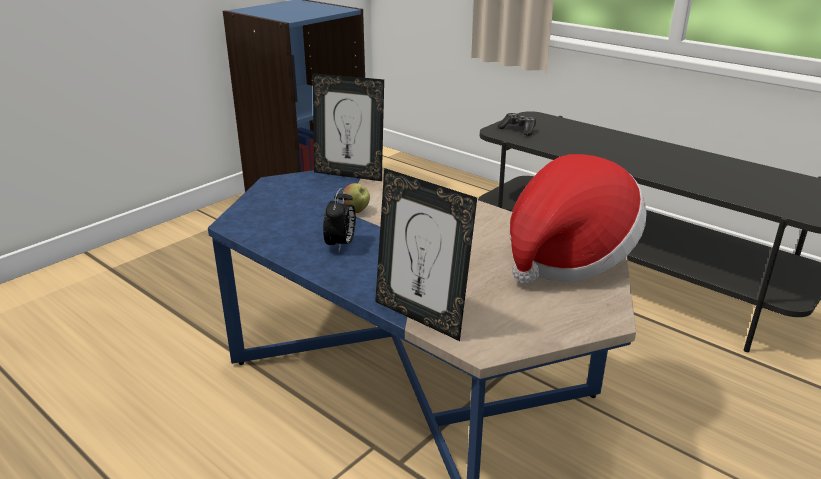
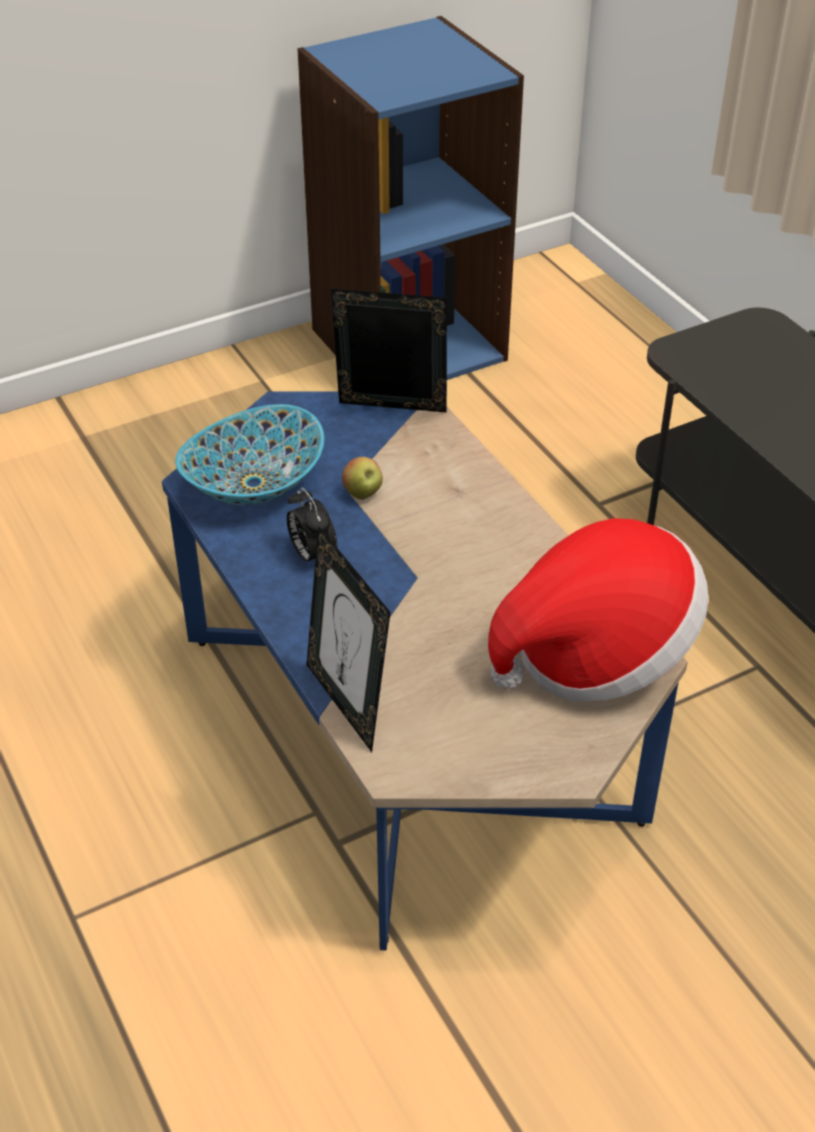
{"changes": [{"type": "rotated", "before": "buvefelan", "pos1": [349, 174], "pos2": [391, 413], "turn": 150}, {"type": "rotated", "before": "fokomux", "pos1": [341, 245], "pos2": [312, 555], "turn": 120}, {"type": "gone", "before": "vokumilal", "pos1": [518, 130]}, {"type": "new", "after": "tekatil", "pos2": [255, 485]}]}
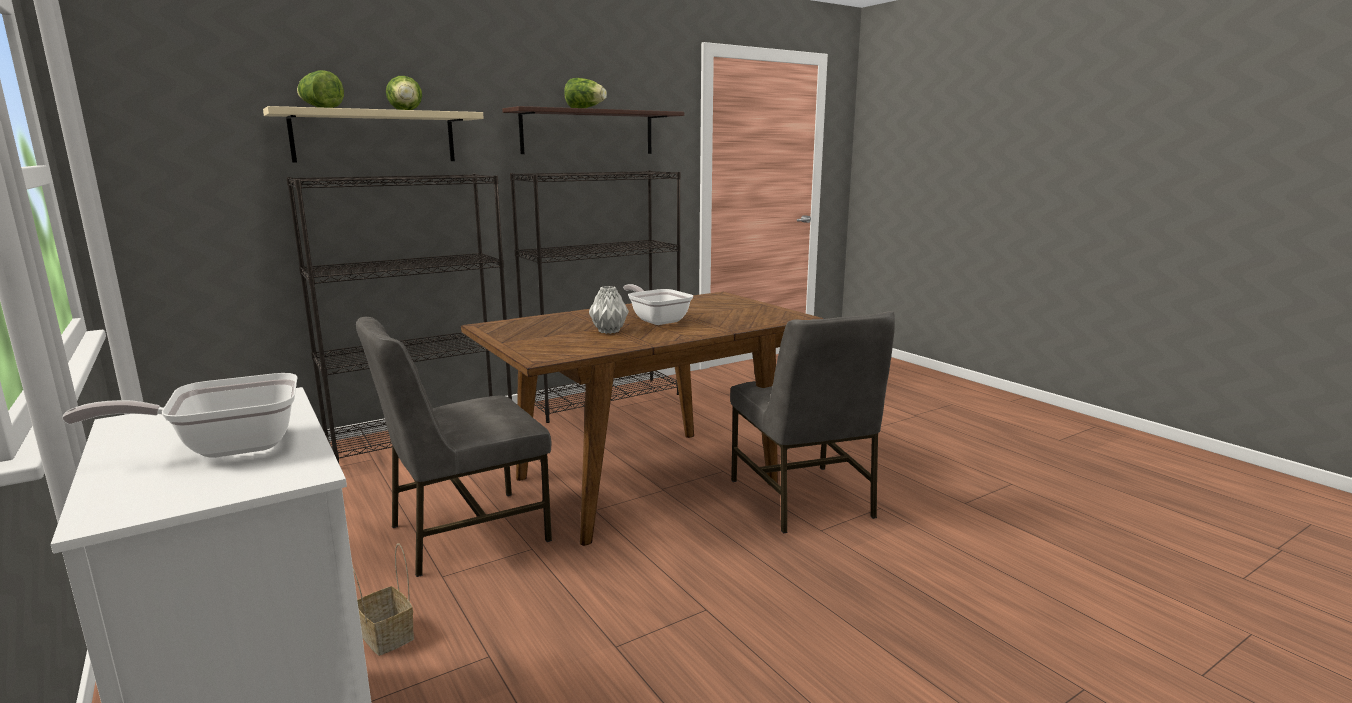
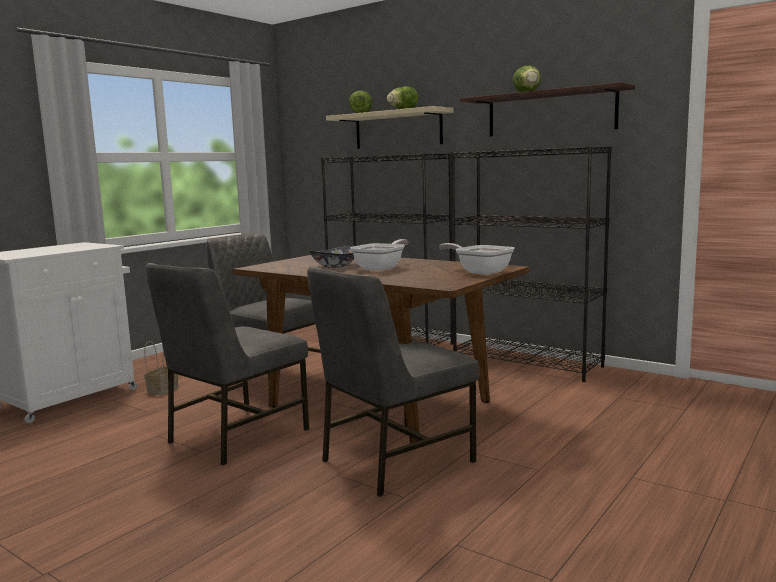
{"changes": [{"type": "shifted", "before": "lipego", "pos1": [226, 447], "pos2": [480, 272]}, {"type": "swapped", "before": "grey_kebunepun", "after": "tekatil", "pos1": [608, 331], "pos2": [335, 266]}, {"type": "new", "after": "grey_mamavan", "pos2": [235, 436]}]}
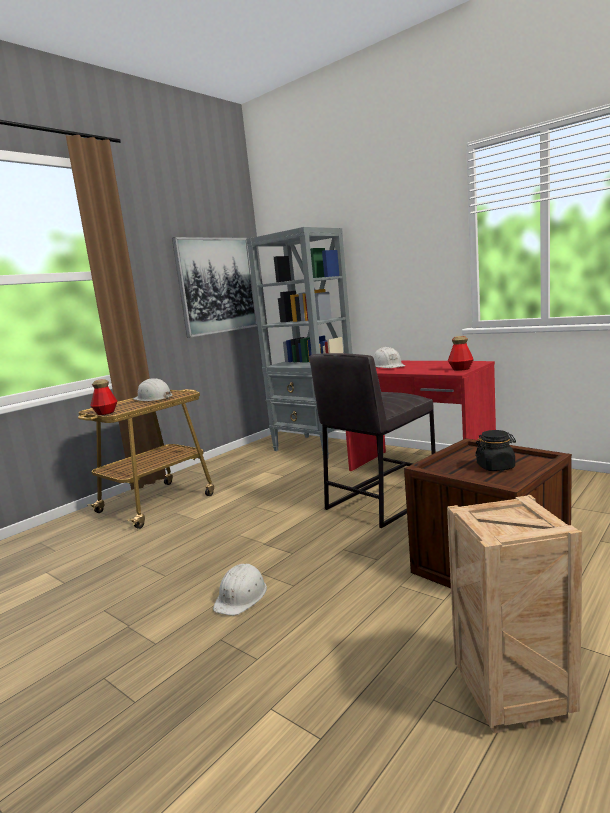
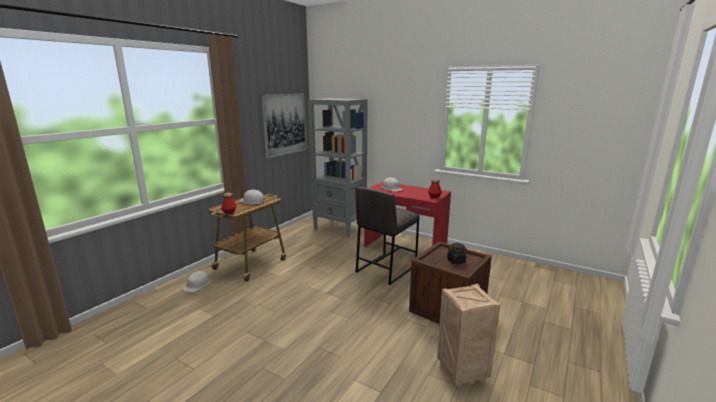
{"changes": [{"type": "shifted", "before": "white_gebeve", "pos1": [241, 596], "pos2": [197, 285]}]}
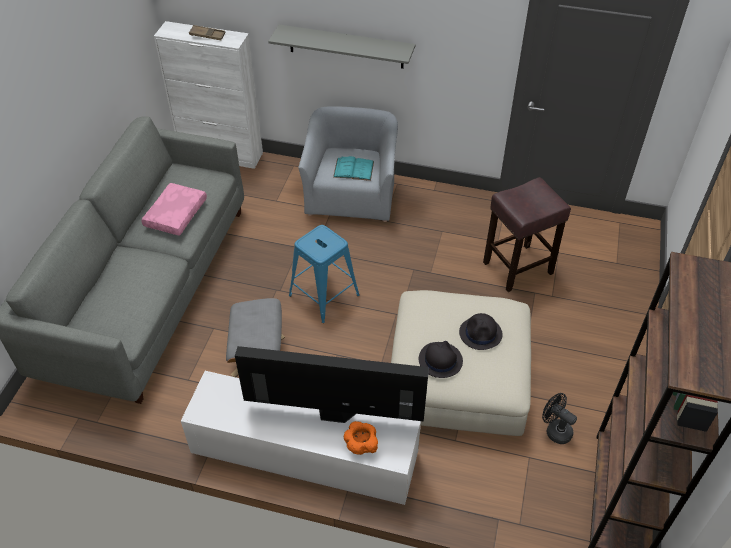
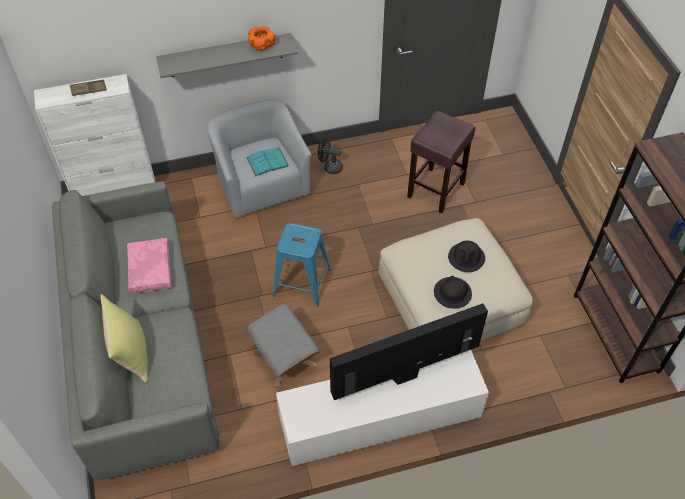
{"changes": [{"type": "shifted", "before": "orange_tekatil", "pos1": [361, 446], "pos2": [261, 46]}, {"type": "shifted", "before": "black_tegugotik", "pos1": [555, 430], "pos2": [329, 167]}, {"type": "new", "after": "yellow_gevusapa", "pos2": [131, 353]}]}
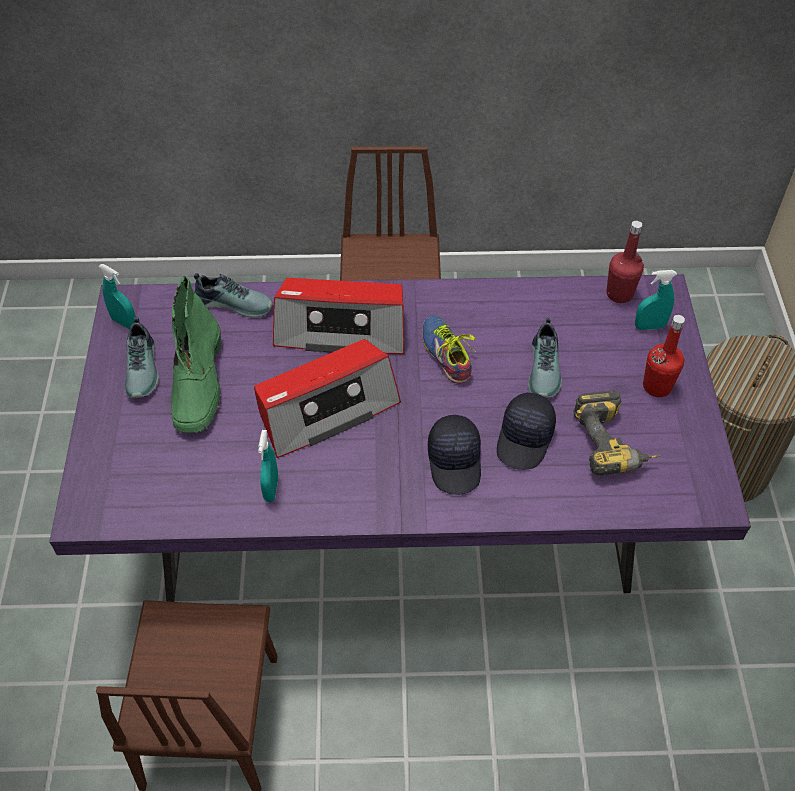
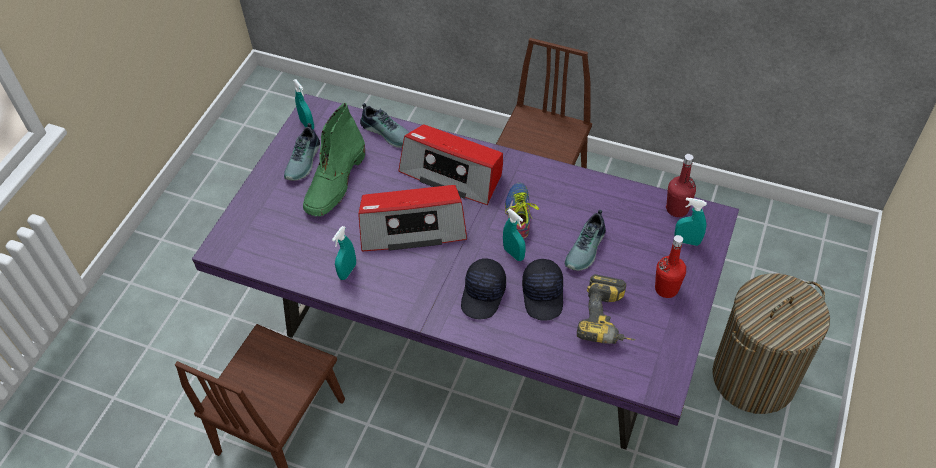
{"changes": [{"type": "rotated", "before": "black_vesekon", "pos1": [525, 439], "pos2": [544, 295], "turn": -45}, {"type": "new", "after": "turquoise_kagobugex", "pos2": [514, 254]}]}
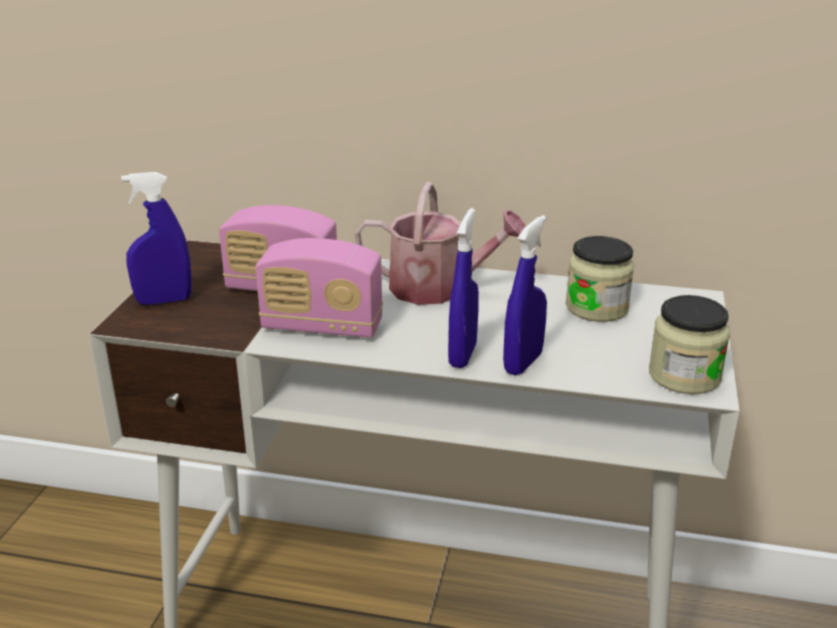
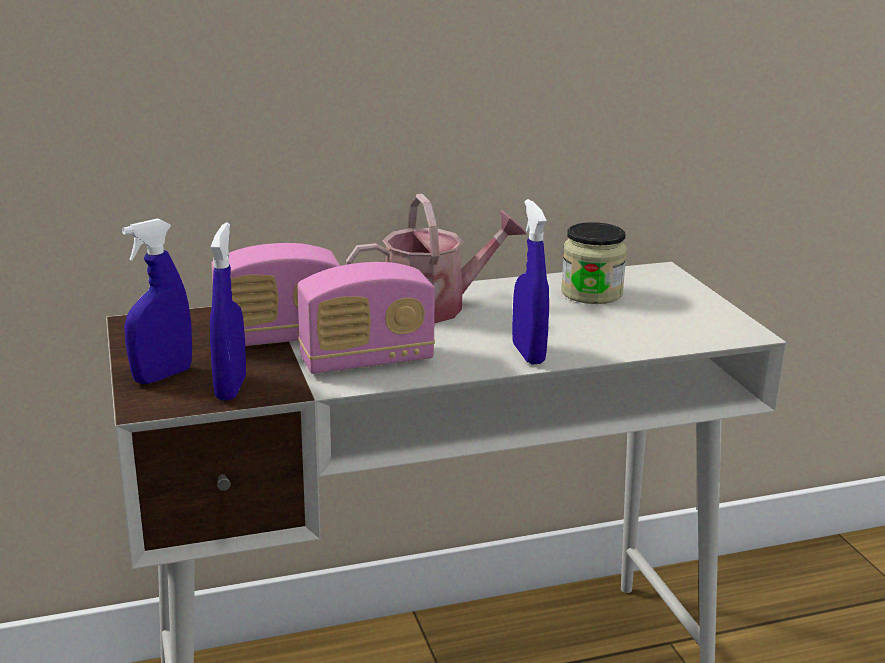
{"changes": [{"type": "shifted", "before": "blue_kagobugex", "pos1": [523, 363], "pos2": [231, 388]}, {"type": "gone", "before": "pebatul", "pos1": [684, 376]}]}
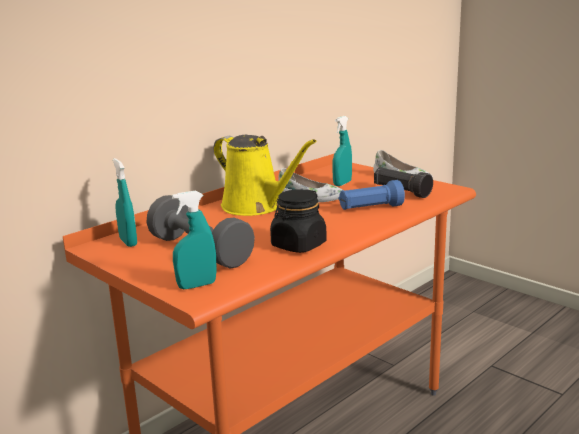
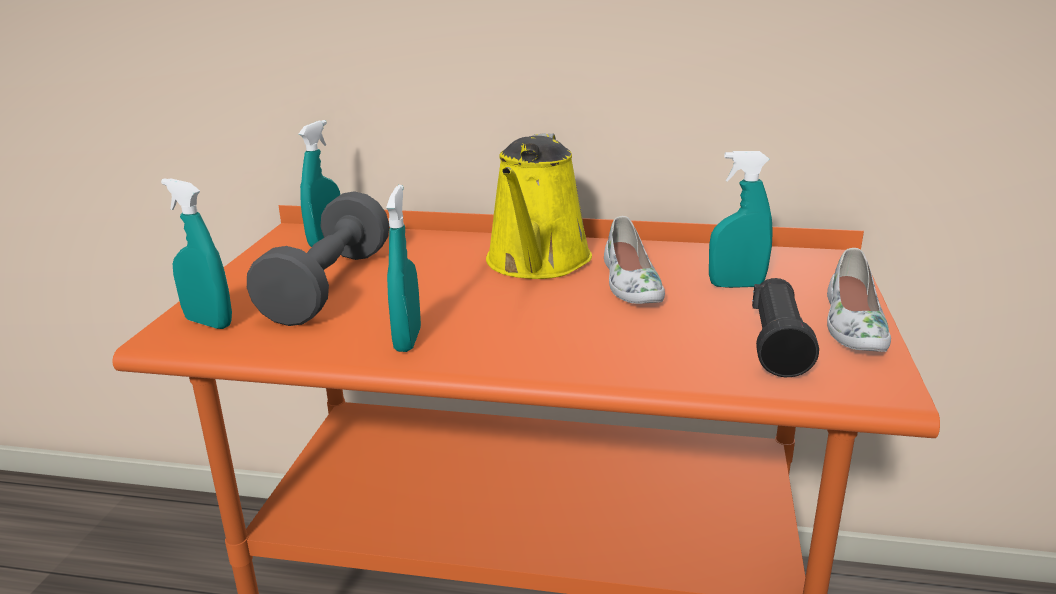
{"changes": [{"type": "swapped", "before": "black_pebatul", "after": "turquoise_kagobugex", "pos1": [298, 245], "pos2": [407, 340]}, {"type": "gone", "before": "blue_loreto", "pos1": [370, 208]}]}
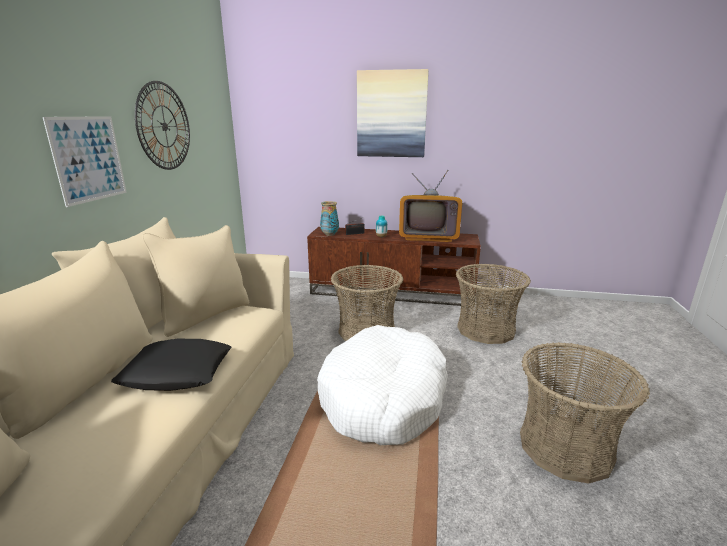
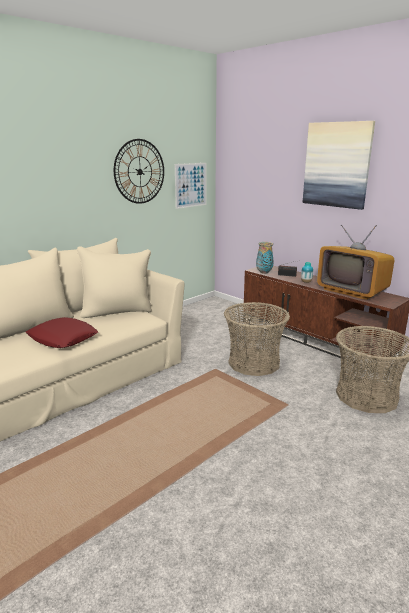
{"changes": [{"type": "shifted", "before": "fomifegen", "pos1": [89, 159], "pos2": [191, 185]}, {"type": "repainted", "before": "black_gevusapa", "after": "red_gevusapa", "pos1": [177, 372], "pos2": [62, 338]}, {"type": "gone", "before": "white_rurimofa", "pos1": [383, 398]}, {"type": "gone", "before": "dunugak", "pos1": [565, 447]}]}
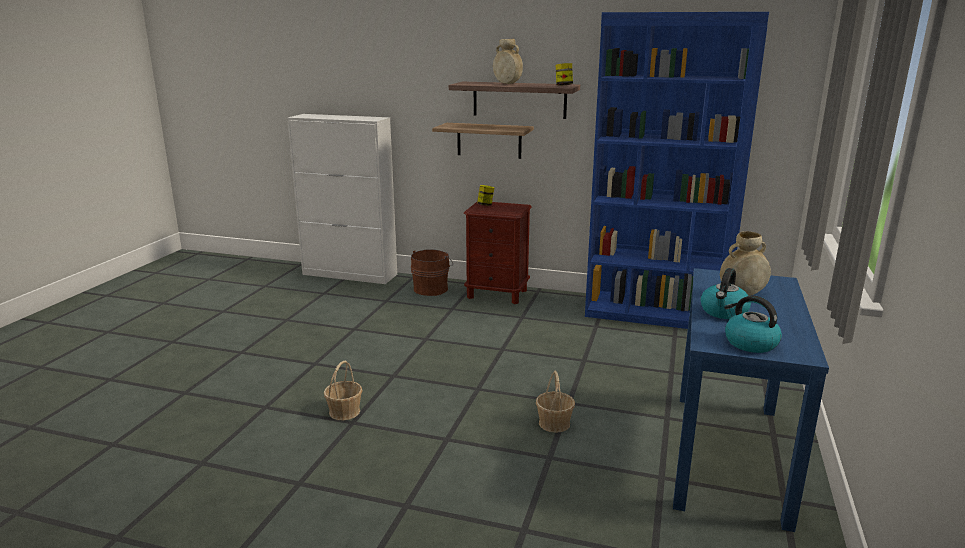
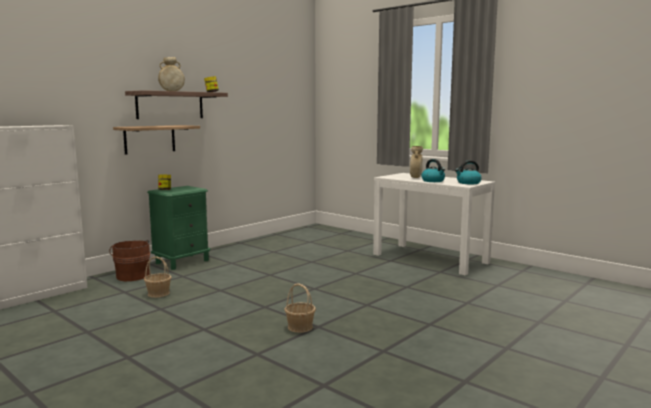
{"changes": [{"type": "repainted", "before": "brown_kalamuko", "after": "green_kalamuko", "pos1": [497, 294], "pos2": [182, 262]}, {"type": "shifted", "before": "dunugak", "pos1": [554, 423], "pos2": [158, 293]}, {"type": "gone", "before": "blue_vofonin", "pos1": [655, 314]}, {"type": "repainted", "before": "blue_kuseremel", "after": "white_kuseremel", "pos1": [729, 454], "pos2": [430, 258]}]}
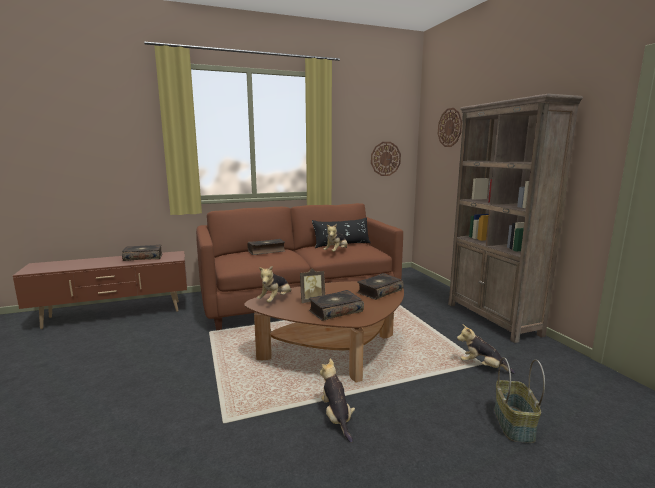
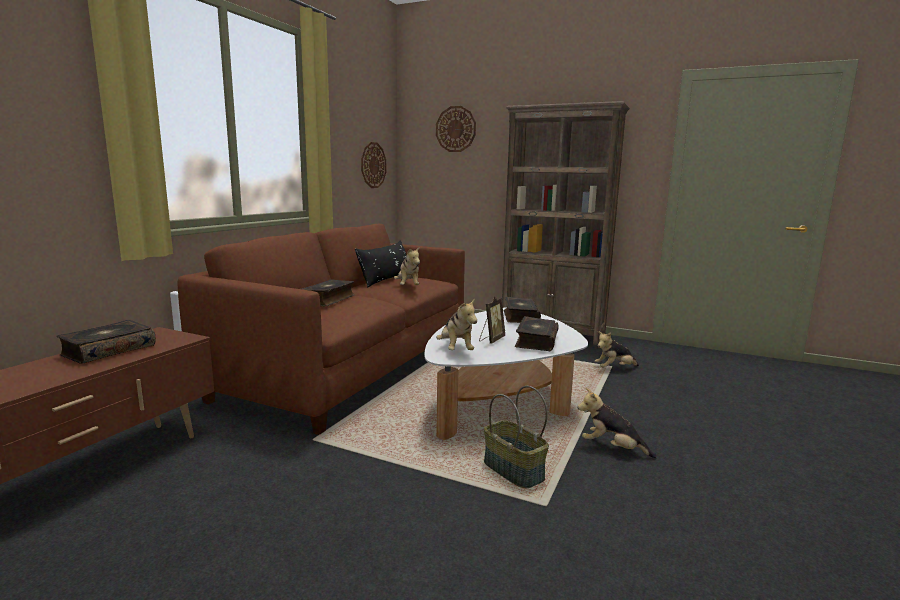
{"changes": [{"type": "repainted", "before": "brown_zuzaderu", "after": "white_zuzaderu", "pos1": [334, 354], "pos2": [501, 403]}, {"type": "shifted", "before": "dunugak", "pos1": [512, 423], "pos2": [512, 470]}]}
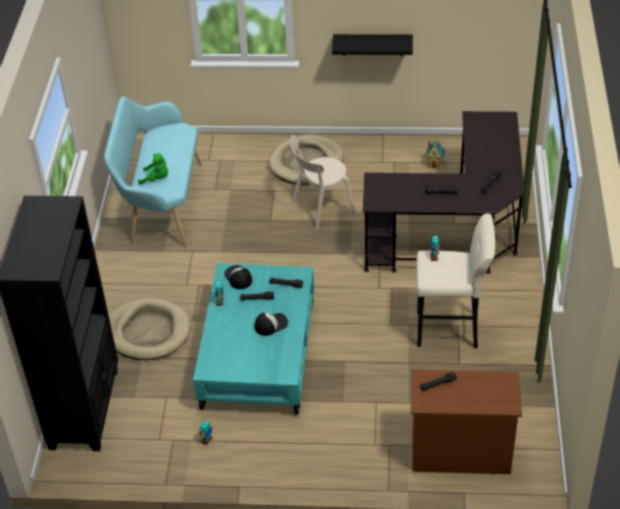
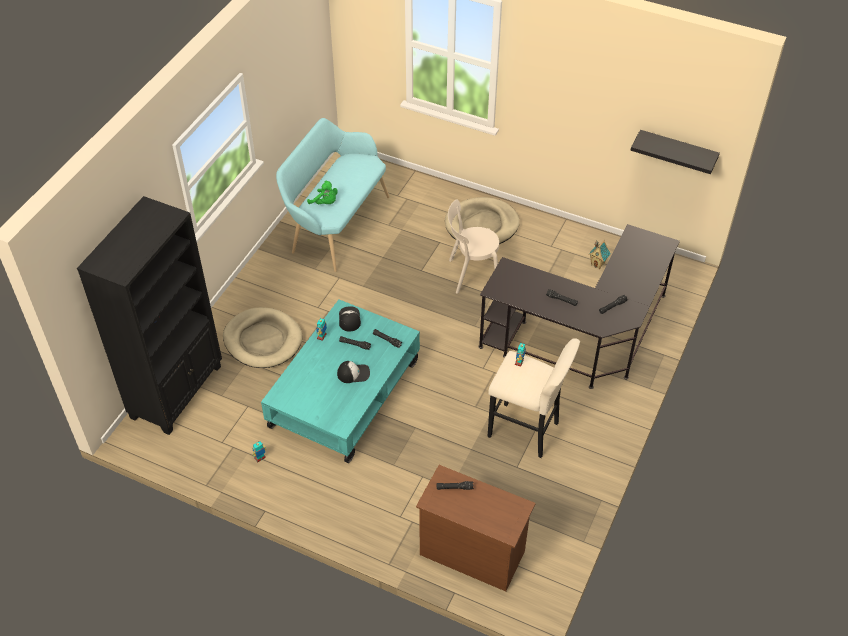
{"changes": [{"type": "shifted", "before": "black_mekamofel", "pos1": [372, 44], "pos2": [677, 151]}]}
